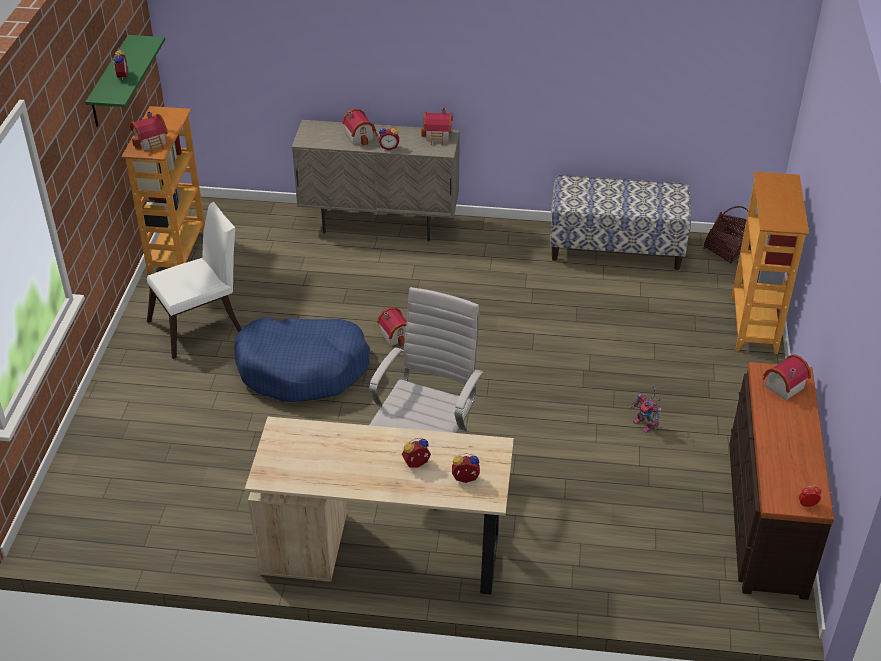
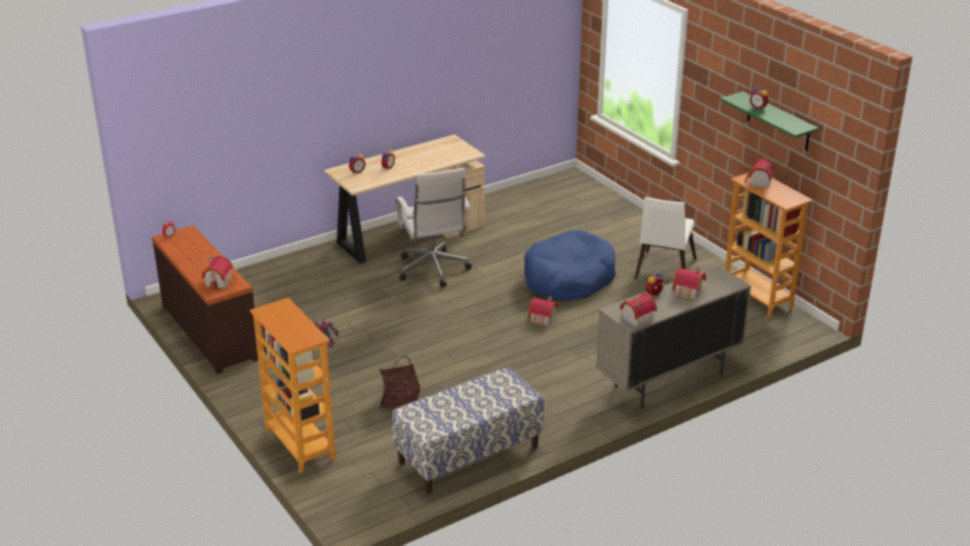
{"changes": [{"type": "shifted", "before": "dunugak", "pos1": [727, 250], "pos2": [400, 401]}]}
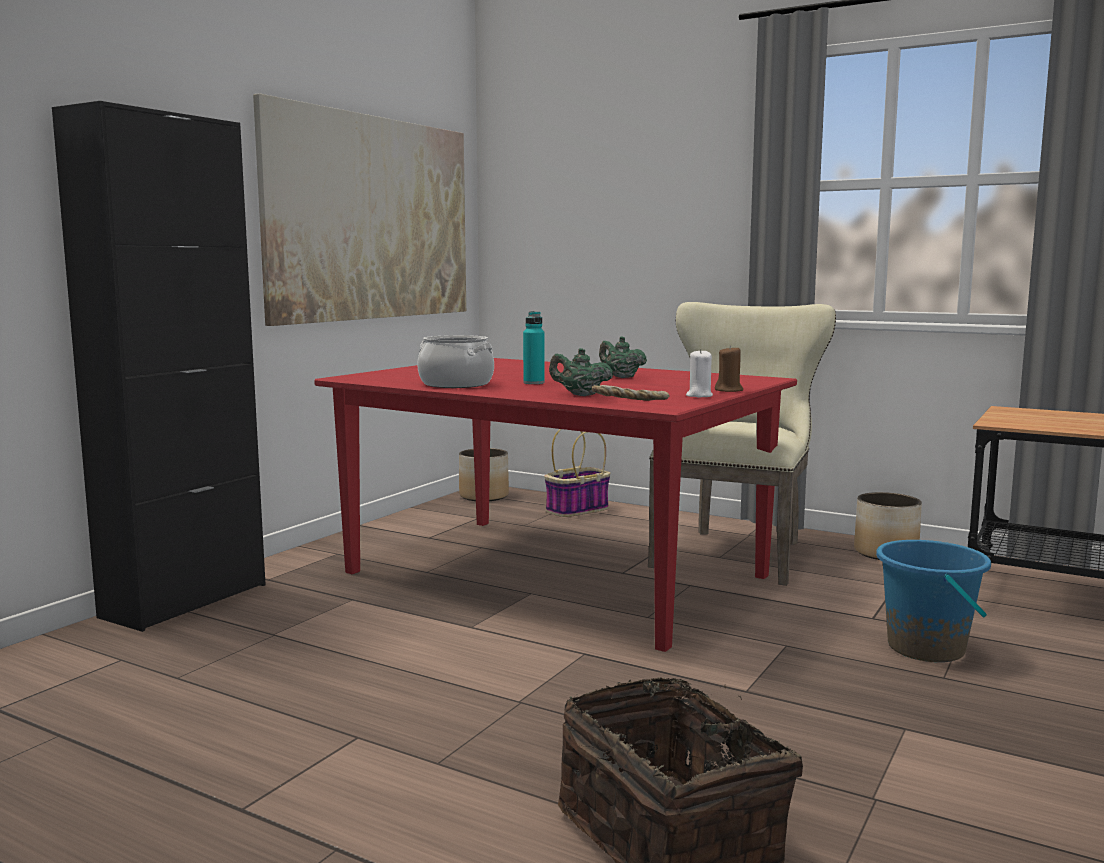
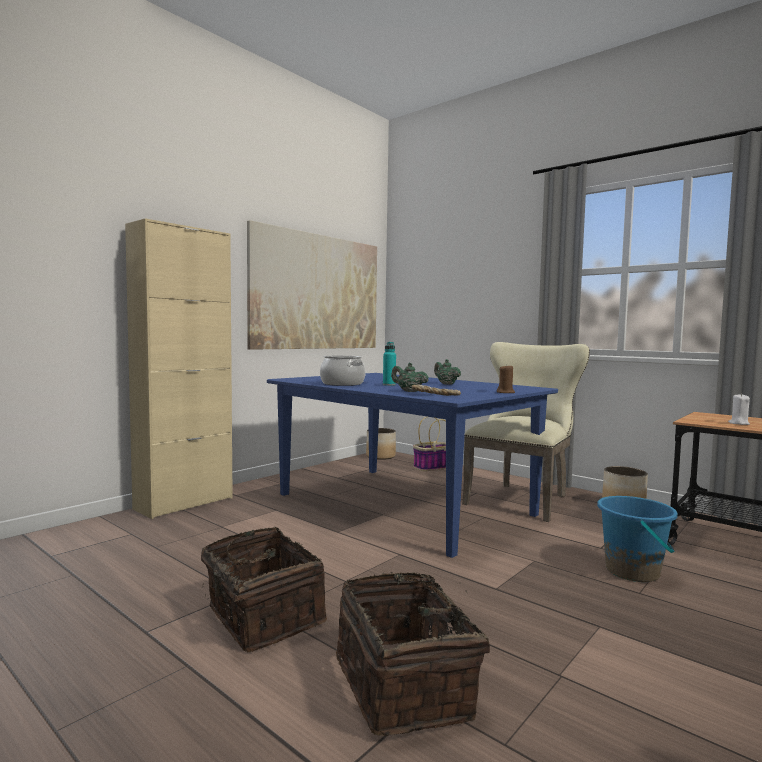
{"changes": [{"type": "repainted", "before": "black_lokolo", "after": "beige_lokolo", "pos1": [185, 600], "pos2": [184, 503]}, {"type": "repainted", "before": "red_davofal", "after": "blue_davofal", "pos1": [553, 574], "pos2": [402, 504]}, {"type": "shifted", "before": "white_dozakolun", "pos1": [699, 396], "pos2": [738, 423]}, {"type": "new", "after": "dunugak", "pos2": [261, 617]}]}
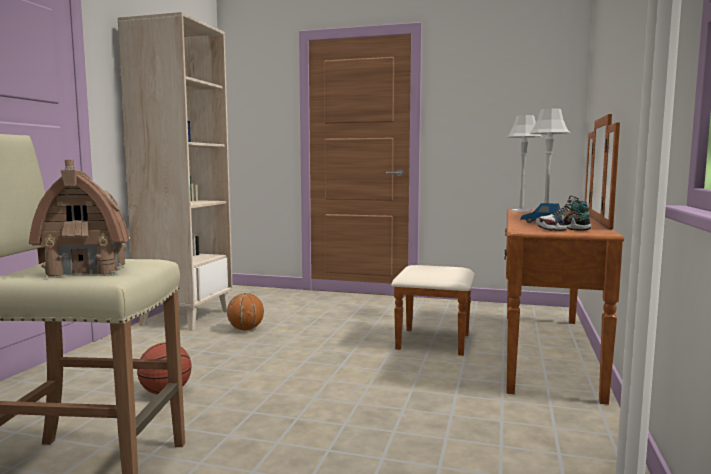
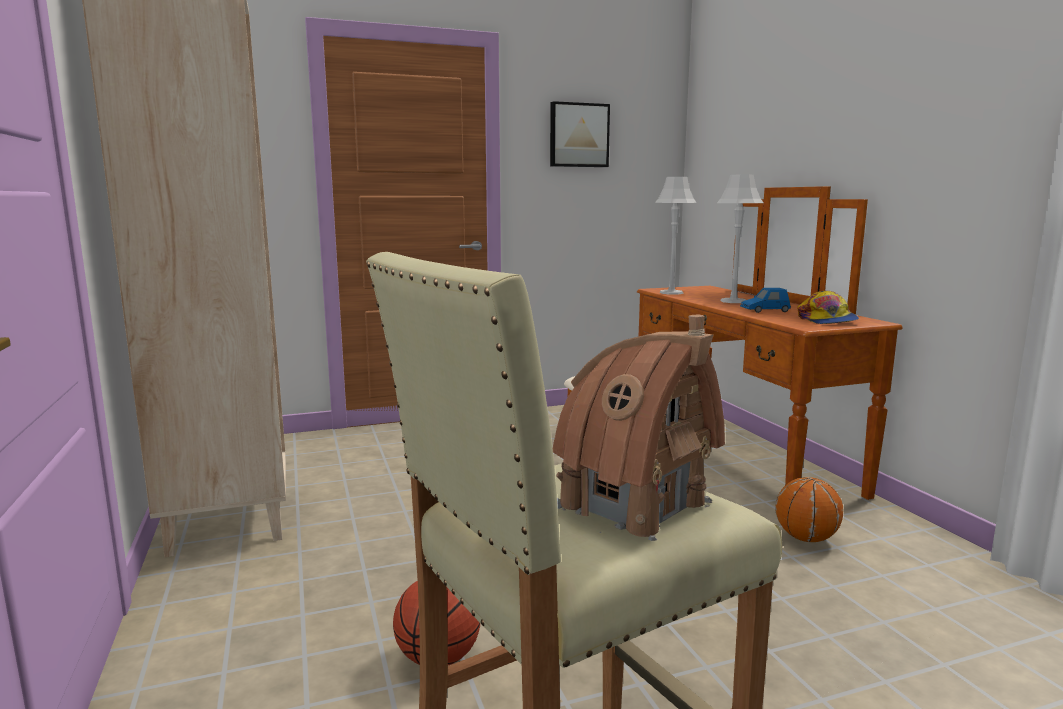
{"changes": [{"type": "shifted", "before": "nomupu", "pos1": [245, 329], "pos2": [806, 538]}, {"type": "swapped", "before": "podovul", "after": "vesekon", "pos1": [563, 229], "pos2": [827, 320]}, {"type": "new", "after": "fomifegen", "pos2": [578, 135]}]}
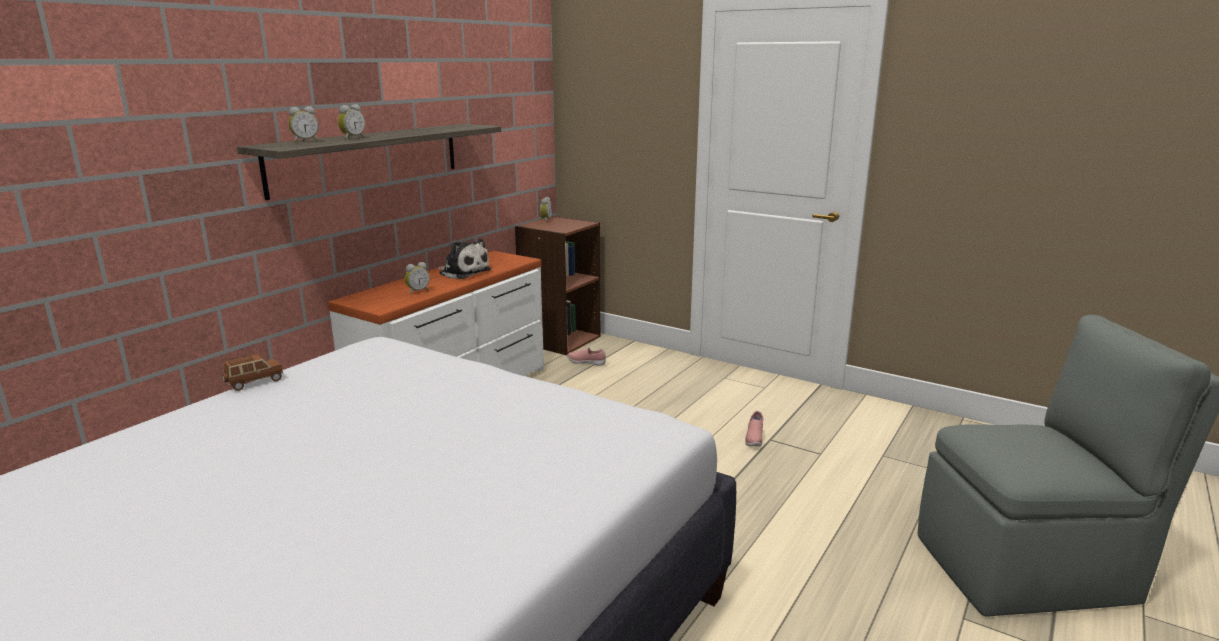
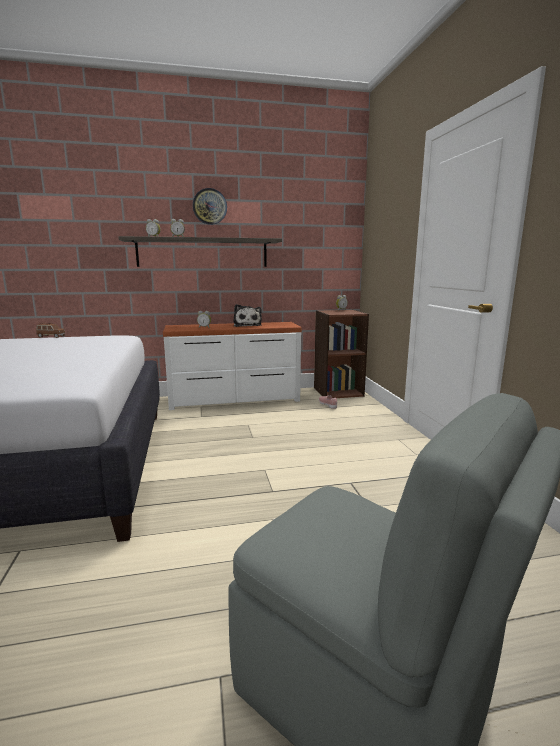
{"changes": [{"type": "gone", "before": "pink_podovul", "pos1": [754, 439]}, {"type": "new", "after": "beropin", "pos2": [209, 206]}]}
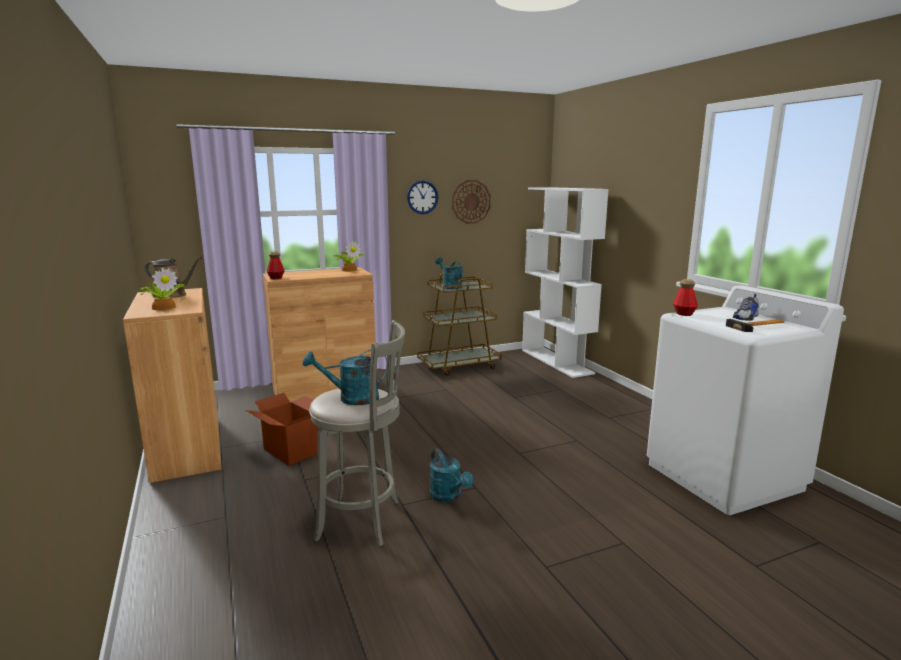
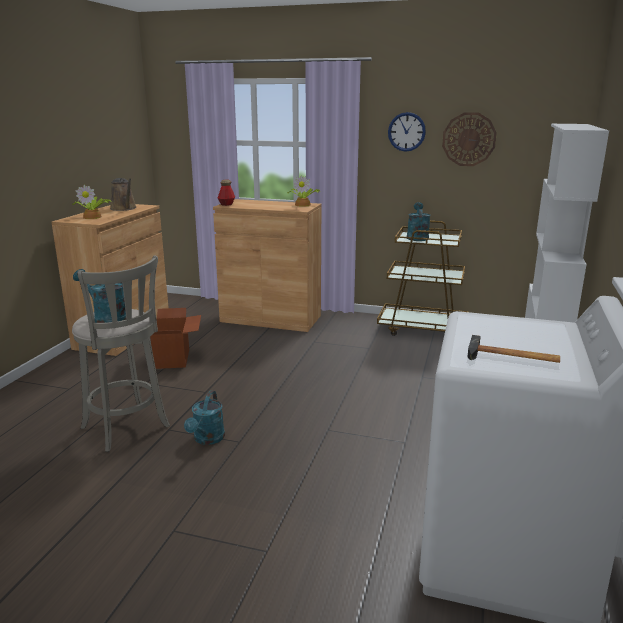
{"changes": [{"type": "gone", "before": "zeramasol", "pos1": [684, 314]}, {"type": "gone", "before": "podovul", "pos1": [746, 318]}]}
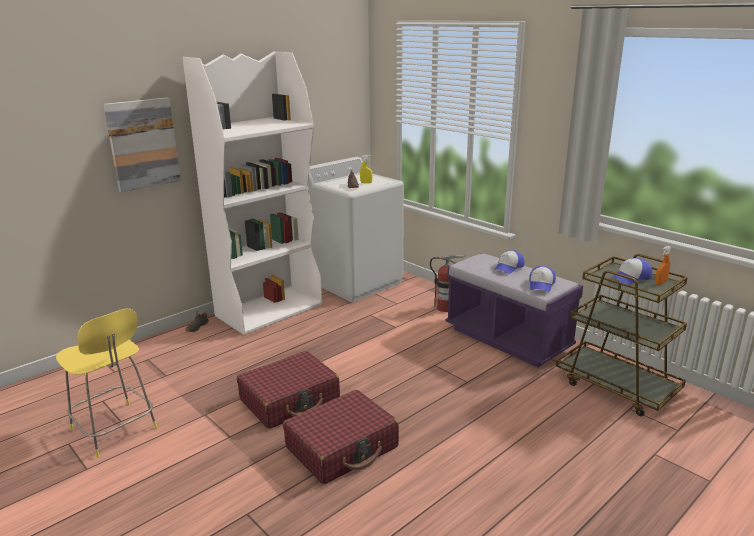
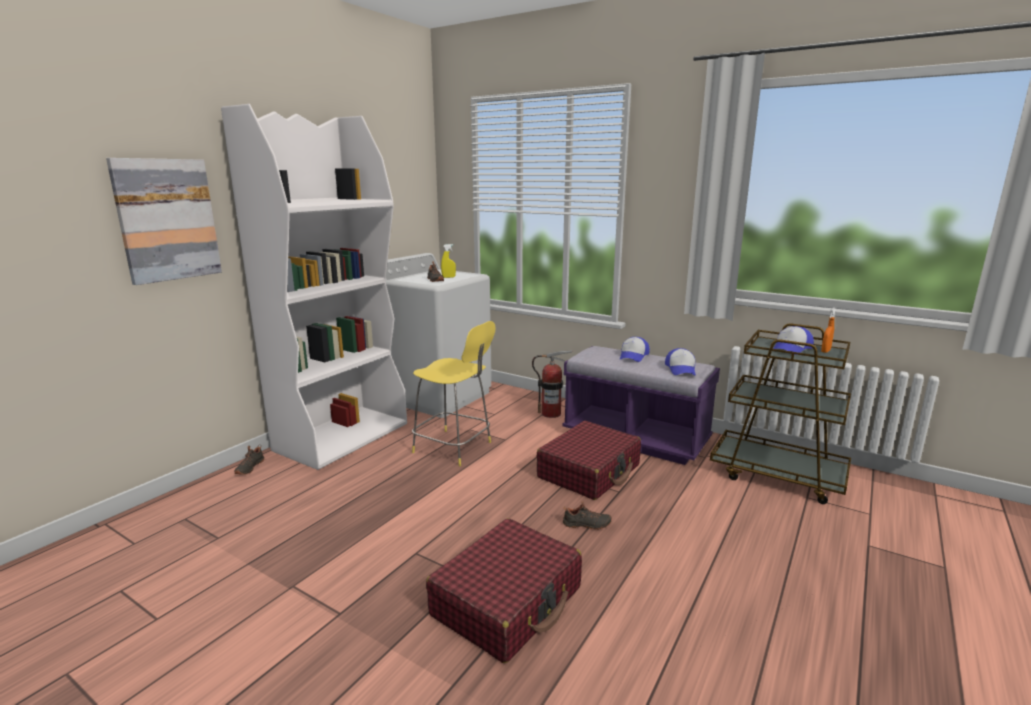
{"changes": [{"type": "shifted", "before": "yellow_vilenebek", "pos1": [115, 430], "pos2": [454, 448]}, {"type": "shifted", "before": "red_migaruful", "pos1": [290, 400], "pos2": [589, 471]}, {"type": "new", "after": "black_podovul", "pos2": [587, 525]}]}
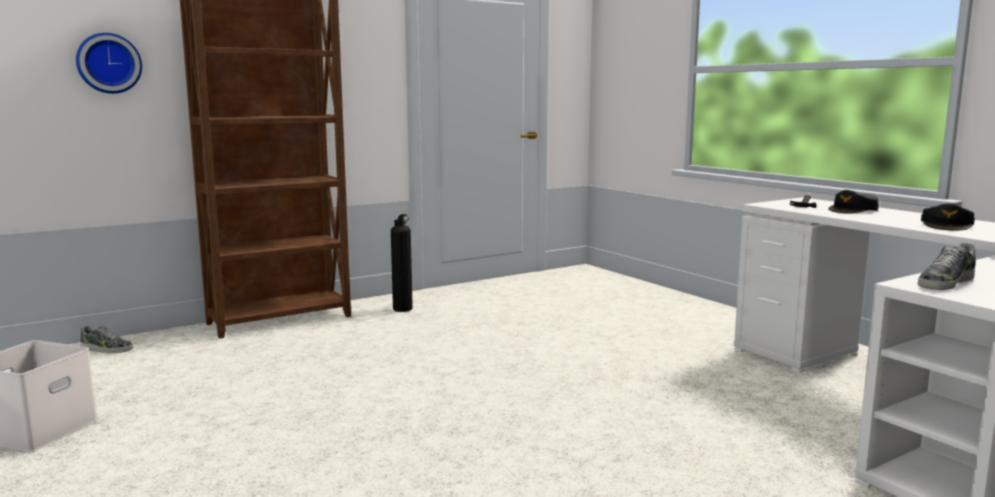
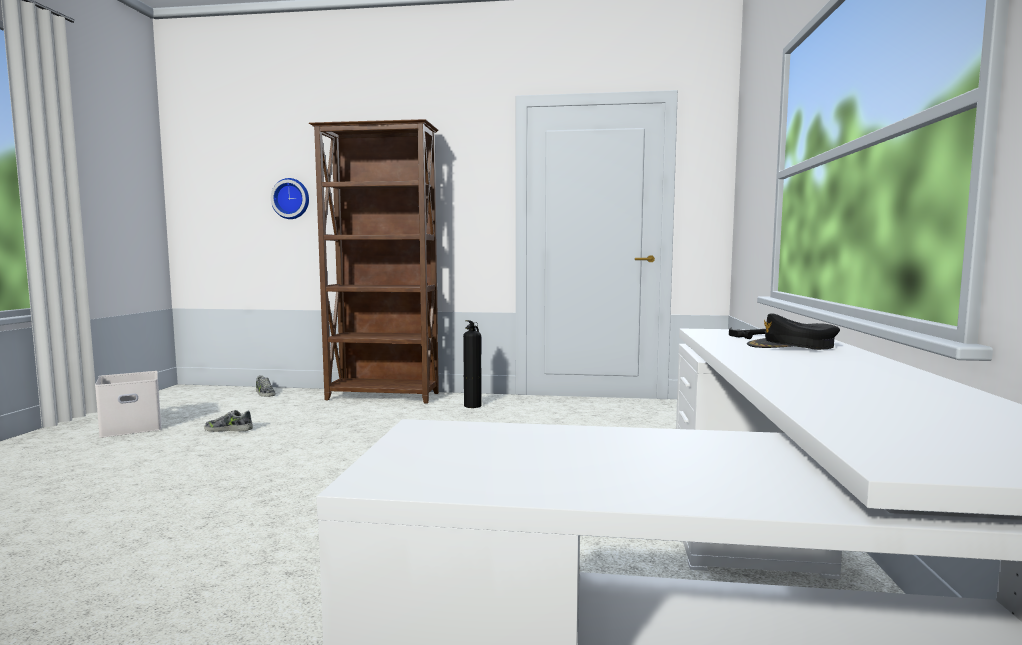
{"changes": [{"type": "shifted", "before": "podovul", "pos1": [945, 283], "pos2": [229, 429]}, {"type": "gone", "before": "black_vesekon", "pos1": [947, 225]}]}
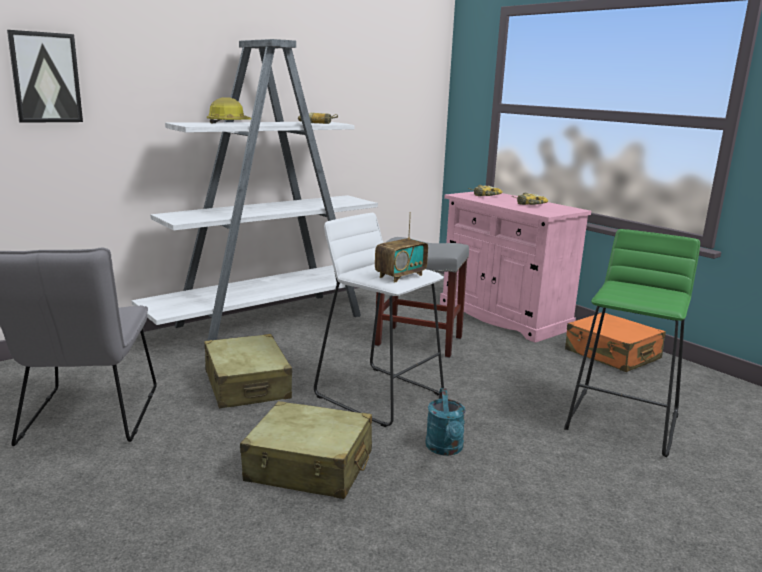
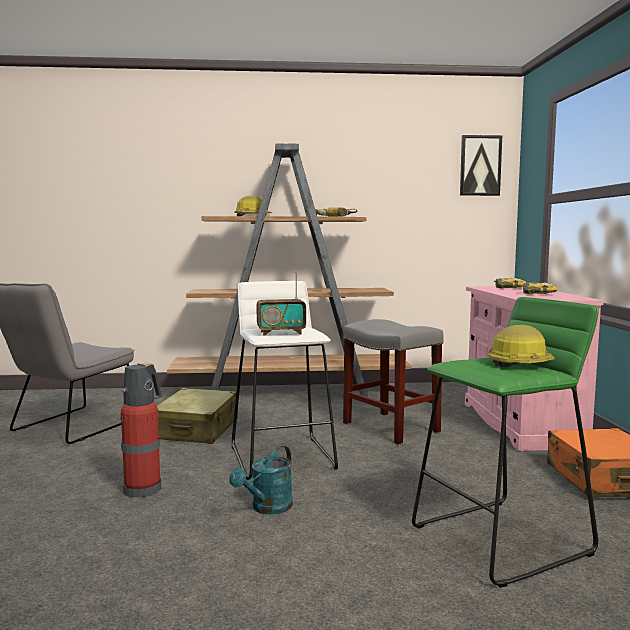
{"changes": [{"type": "shifted", "before": "fomifegen", "pos1": [46, 77], "pos2": [480, 165]}, {"type": "repainted", "before": "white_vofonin", "after": "brown_vofonin", "pos1": [273, 320], "pos2": [290, 394]}, {"type": "swapped", "before": "beige_migaruful", "after": "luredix", "pos1": [309, 466], "pos2": [144, 489]}, {"type": "new", "after": "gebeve", "pos2": [522, 363]}]}
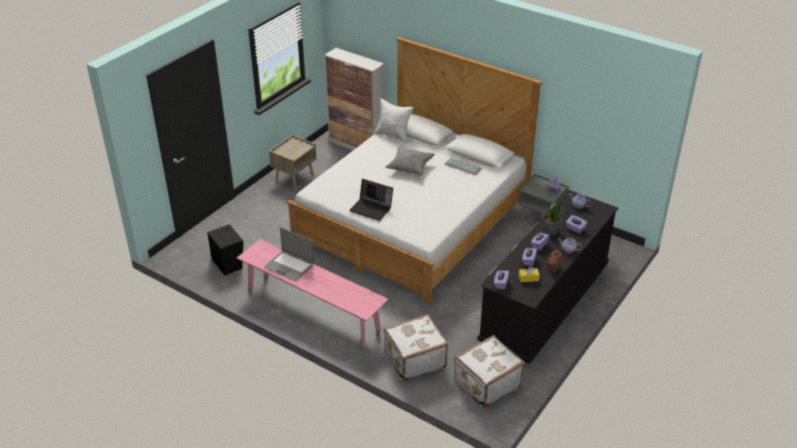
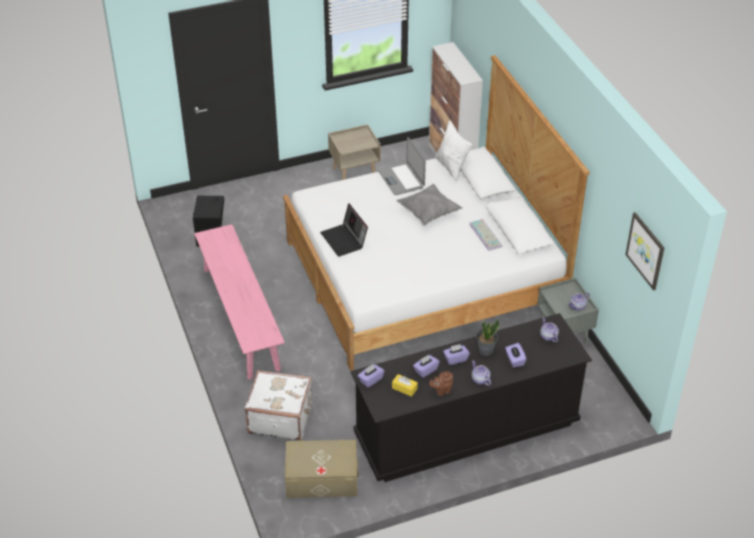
{"changes": [{"type": "shifted", "before": "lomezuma", "pos1": [289, 266], "pos2": [401, 179]}, {"type": "swapped", "before": "white_migaruful", "after": "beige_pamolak", "pos1": [486, 383], "pos2": [321, 478]}, {"type": "new", "after": "fomifegen", "pos2": [646, 250]}]}
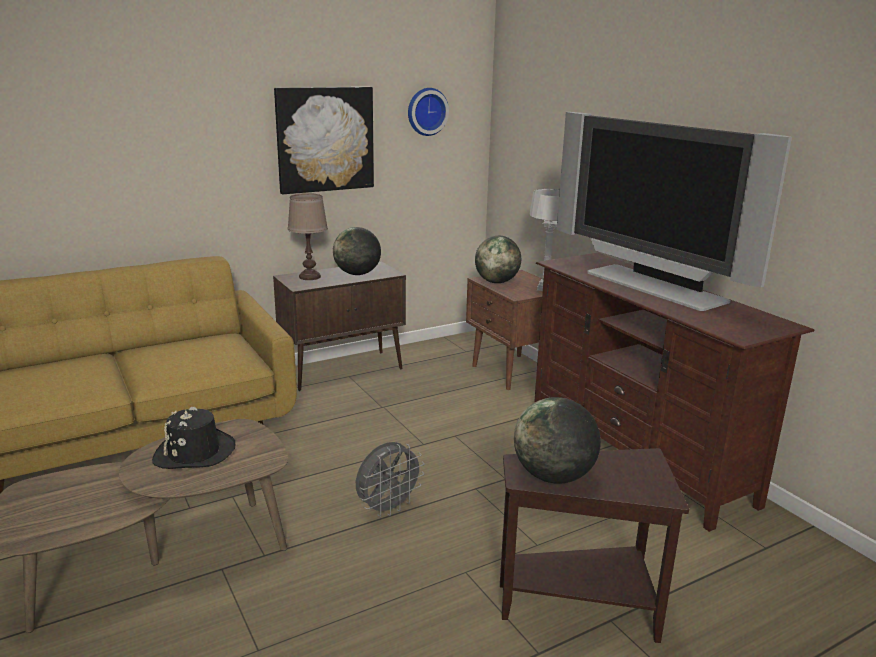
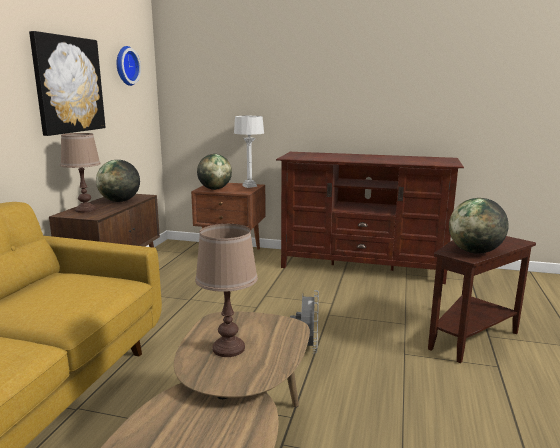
{"changes": [{"type": "swapped", "before": "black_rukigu", "after": "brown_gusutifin", "pos1": [194, 453], "pos2": [229, 348]}, {"type": "gone", "before": "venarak", "pos1": [652, 287]}]}
